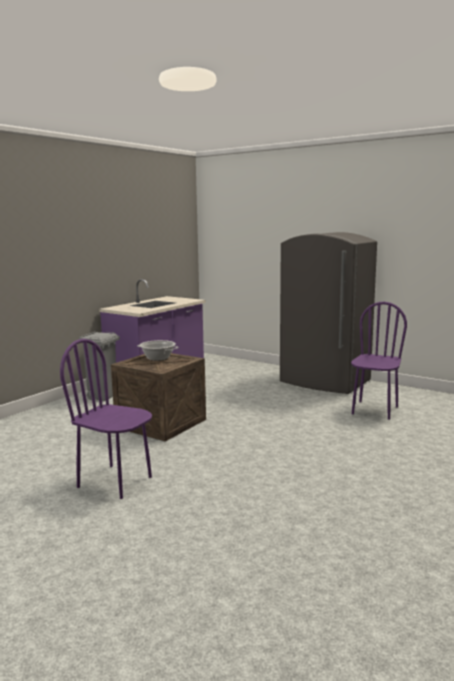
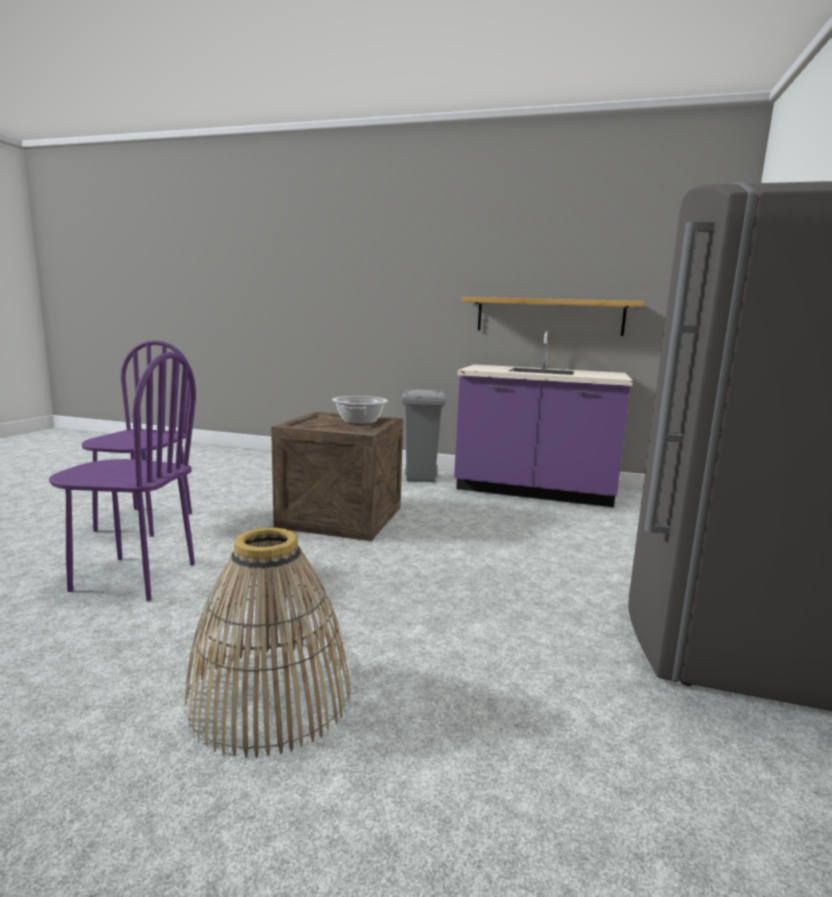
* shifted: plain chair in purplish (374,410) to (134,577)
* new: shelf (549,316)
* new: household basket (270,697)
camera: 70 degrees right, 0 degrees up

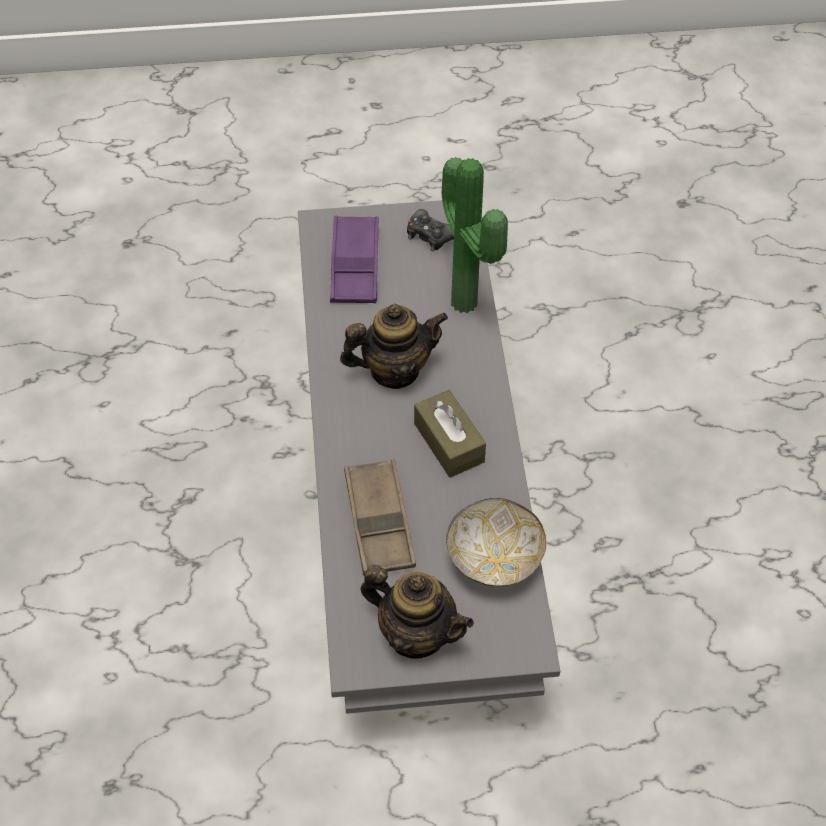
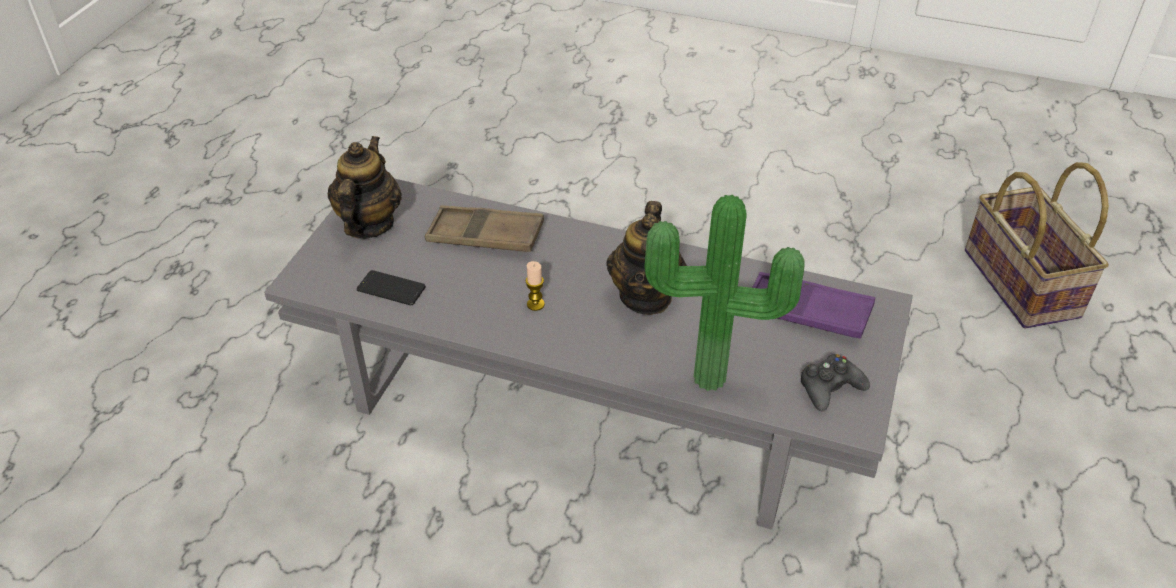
* swapped: box of tissues in brown (449,442) to wax light (535,304)
* swapped: serving bowl (493,562) to phone (391,288)
* rotated: pot for tea (416,633) = (368,224) 135 degrees clockwise
* new: household basket (1018,283)
camera: 115 degrees right, 10 degrees down

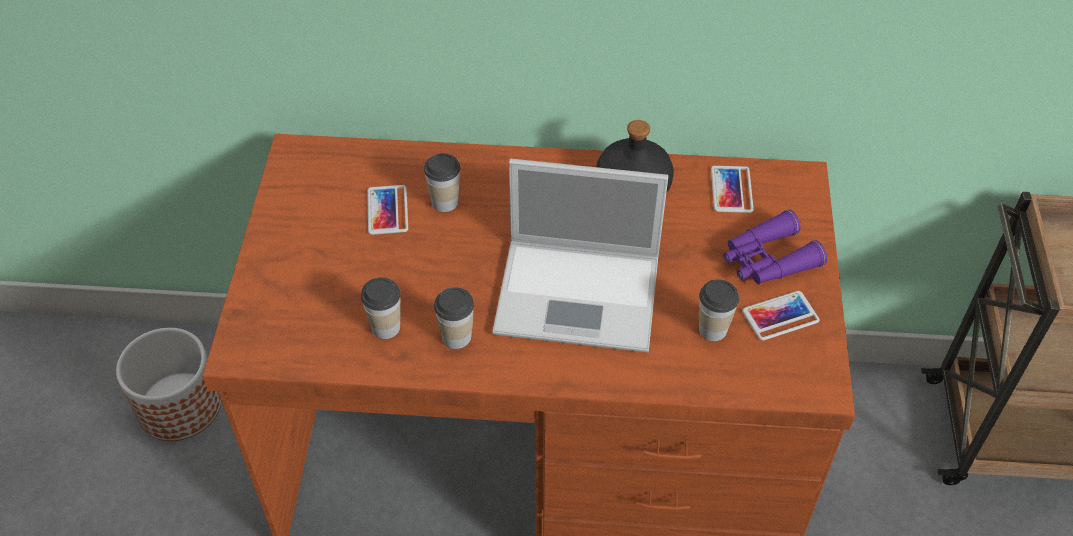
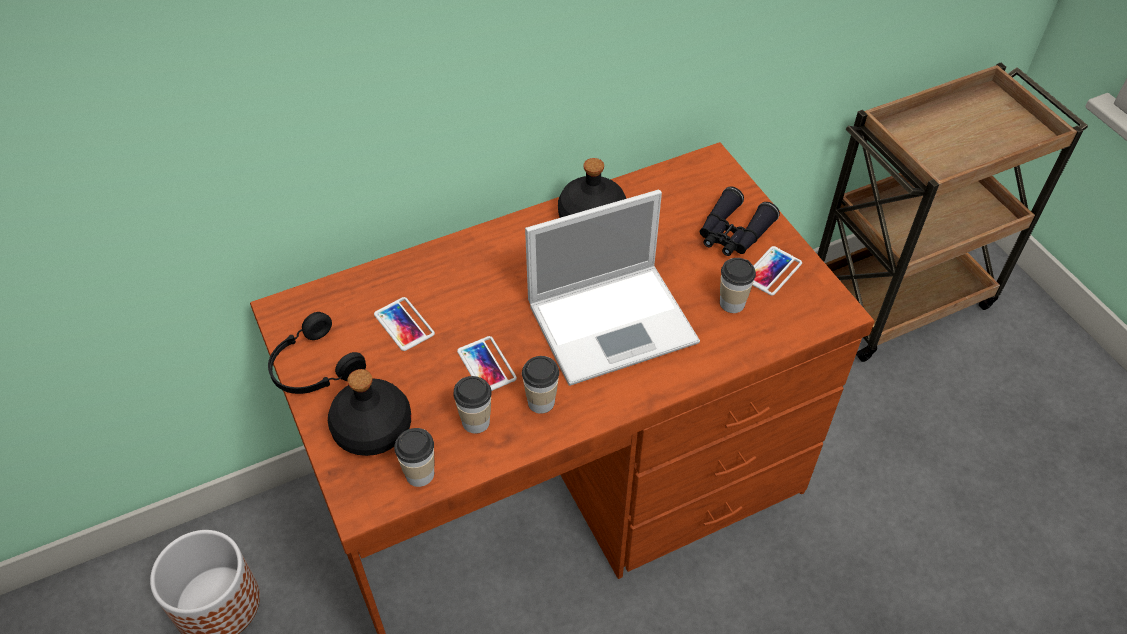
* shifted: cup (445,202) to (420,474)
* shifted: phone (731,189) to (486,365)
* repainted: pair of binoculars in purplish (767,260) to pair of binoculars in blackish (733,233)
* new: pair of headphones in blackish (313,368)
* new: bottle in blackish (371,429)
camera: 30 degrees left, 0 degrees up

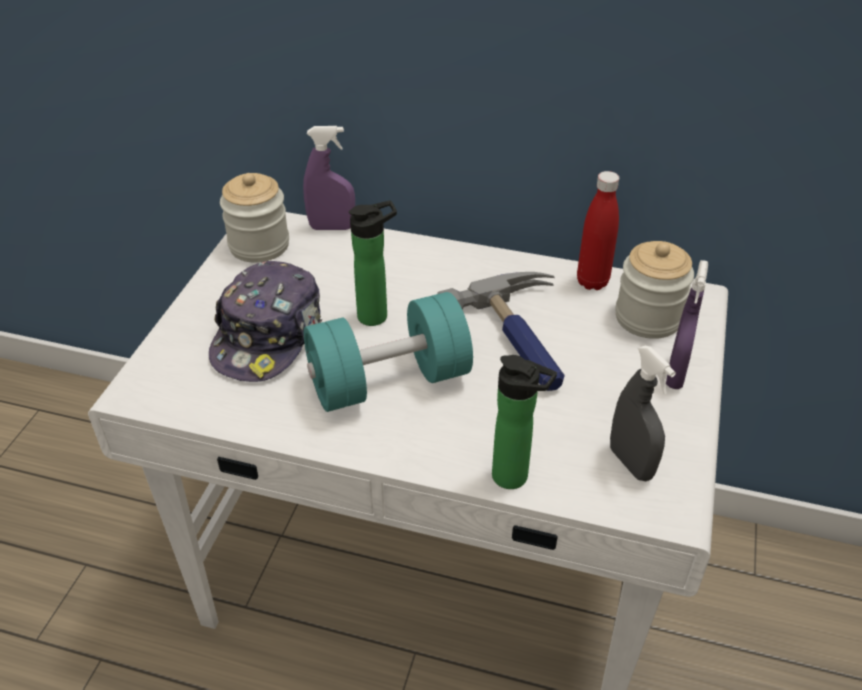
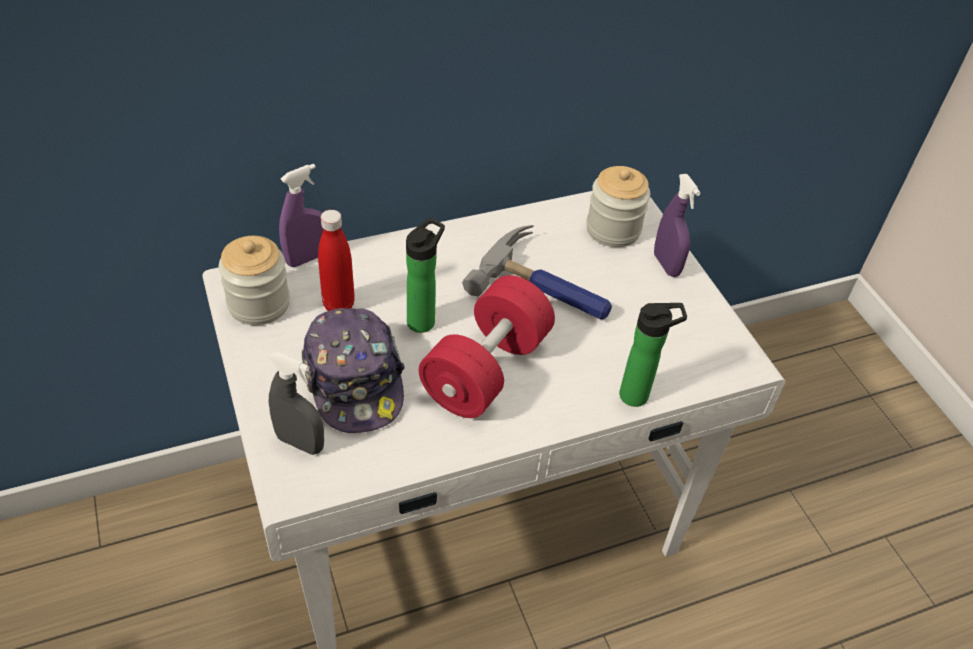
* shifted: bottle in red (592,282) to (338,305)
* repainted: free weight in turquoise-coloured (389,381) to free weight in red (486,369)
* shifted: sprayer in gray (631,463) to (300,443)
camera: 40 degrees left, 5 degrees up

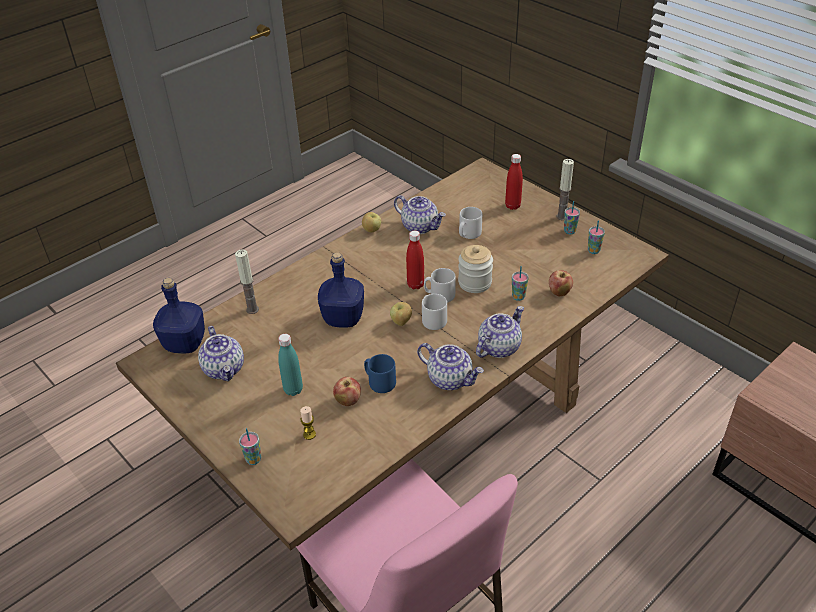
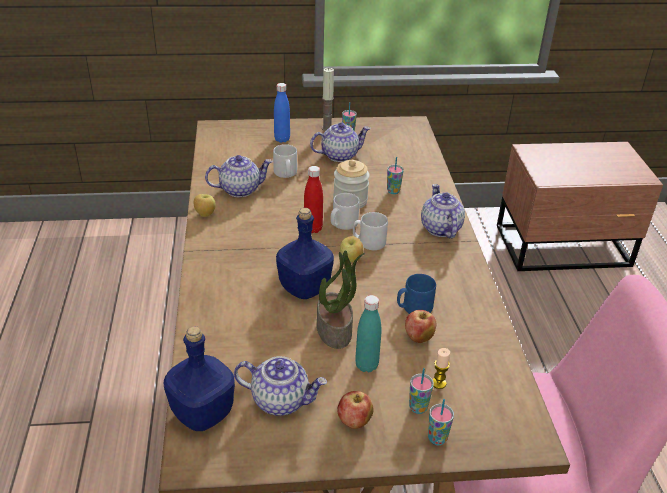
* repainted: bottle in red (512,206) to bottle in blue (282,139)
* shifted: cup (593,251) to (418,407)
* gone: wax light (252,309)
* shifted: apple fruit (559,292) to (354,422)
* shifted: pot for tea (450,379) to (339,155)
* new: plant in a pot (335,330)
camera: 55 degrees left, 5 degrees down

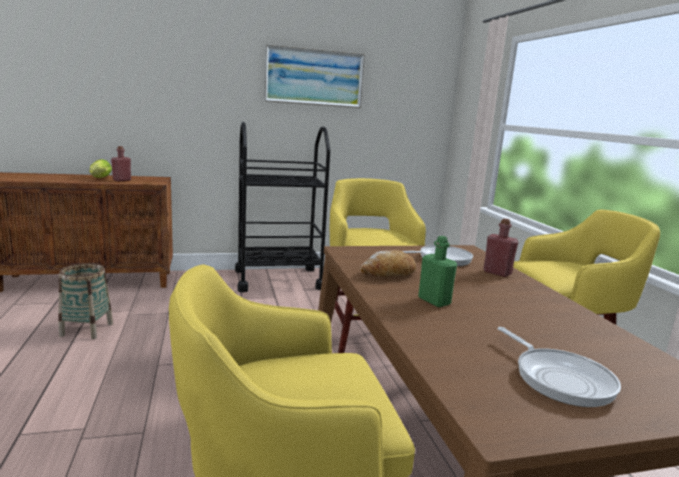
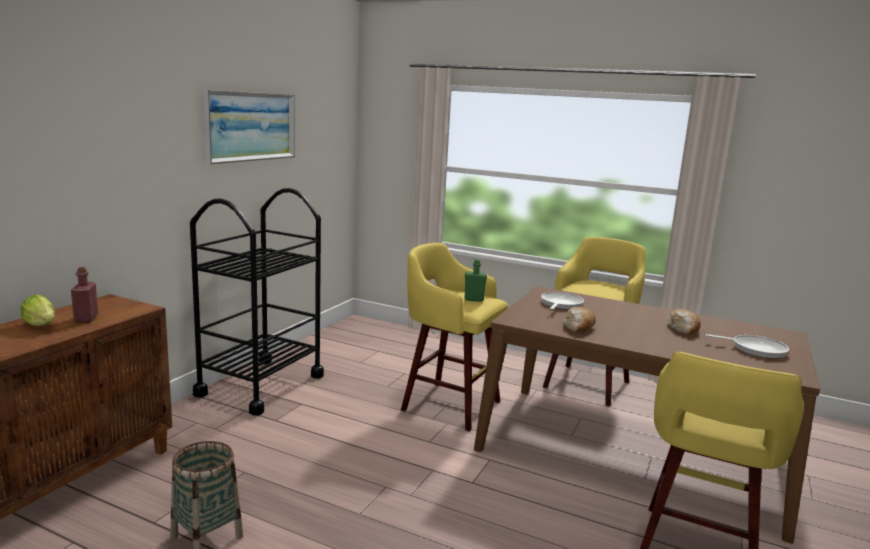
* gone: bottle in red (497,273)
* shifted: bottle in green-coloured (434,301) to (474,299)
* new: baked bread (683,329)
camera: 50 degrees left, 0 degrees up

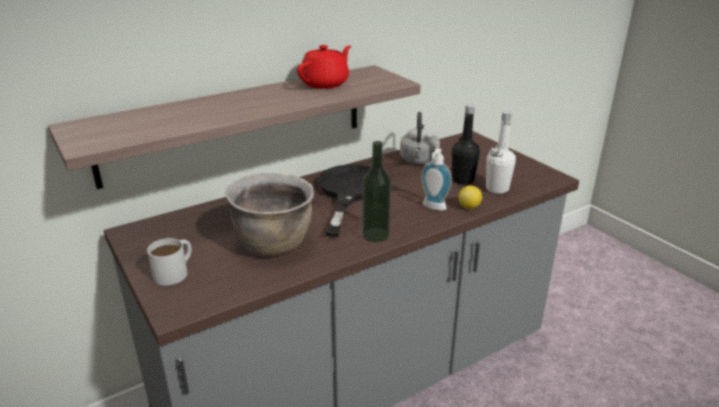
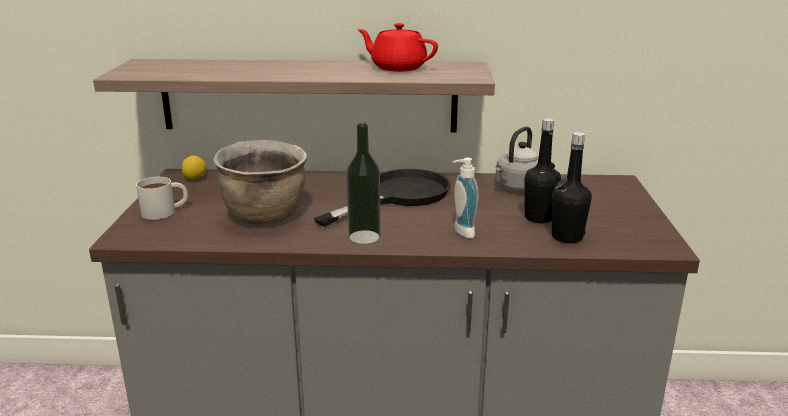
* rotated: pot for tea in red (325,83) = (397,67) 135 degrees counterclockwise
* repainted: bottle in white-coloured (497,189) to bottle in blackish (567,237)
* shifted: lemon (469,207) to (195,179)
camera: 35 degrees right, 5 degrees down

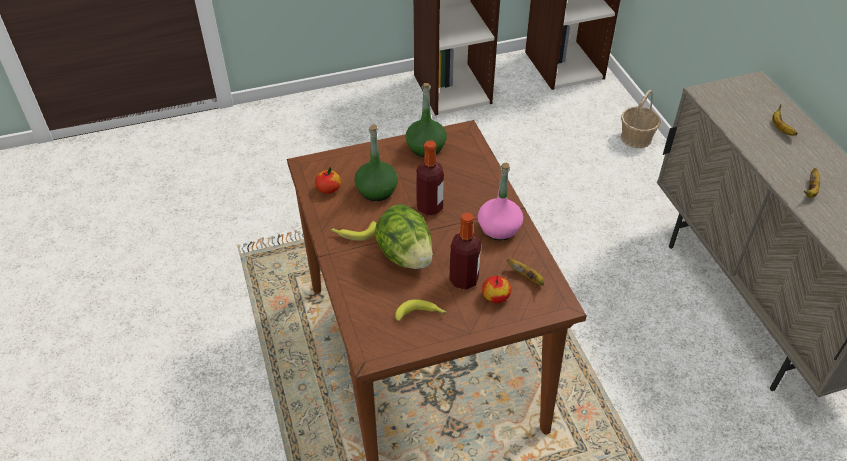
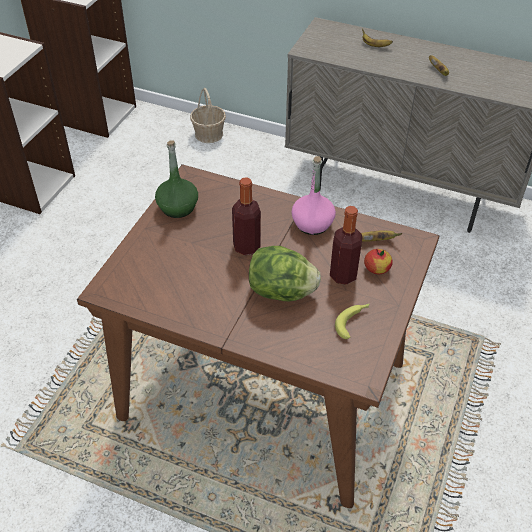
* gone: bottle in green-coloured (376,190)
* gone: apple fruit (328,188)
* gone: banana (354,233)
camera: 50 degrees left, 0 degrees up

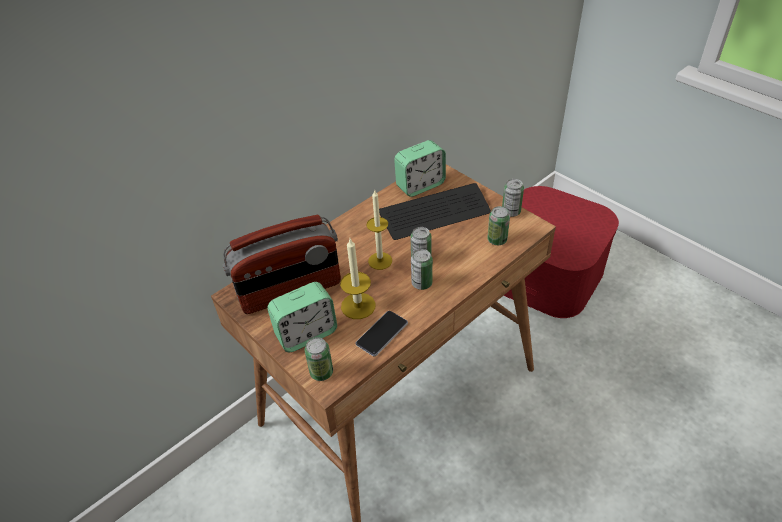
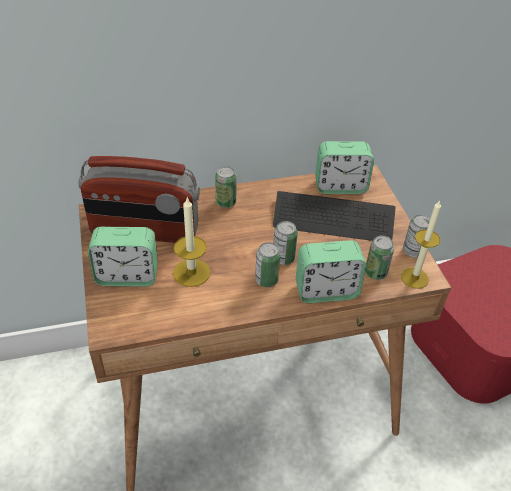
* shifted: wax light (380,261) to (414,278)
* gone: phone (382,334)
* shifted: can (321,372) to (225,202)
* new: bedside clock (326,290)
camera: 25 degrees right, 0 degrees up

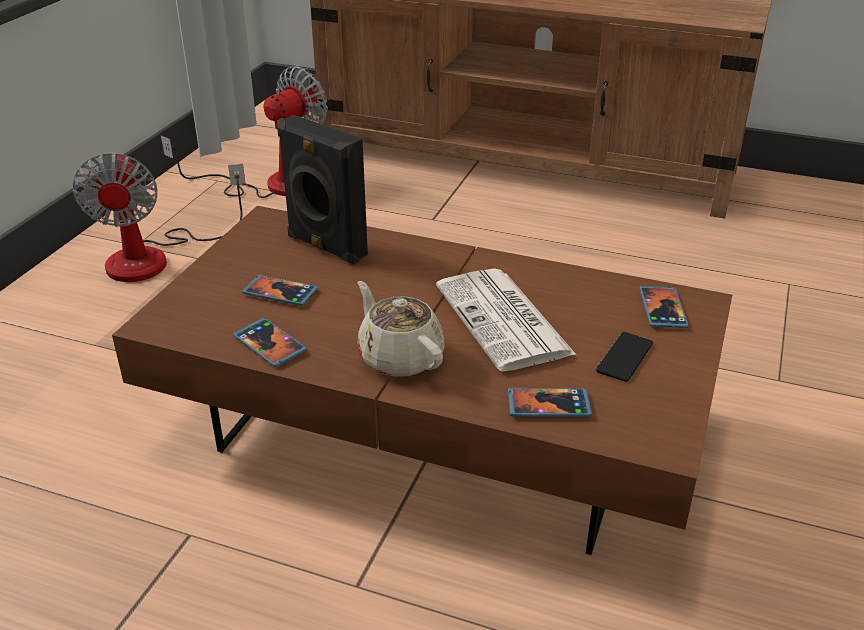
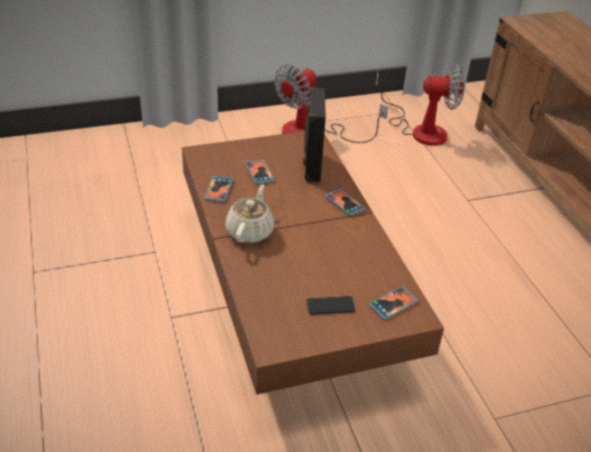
* gone: daily paper (505,321)
* shifted: phone (548,405) to (344,203)
camera: 50 degrees right, 5 degrees up

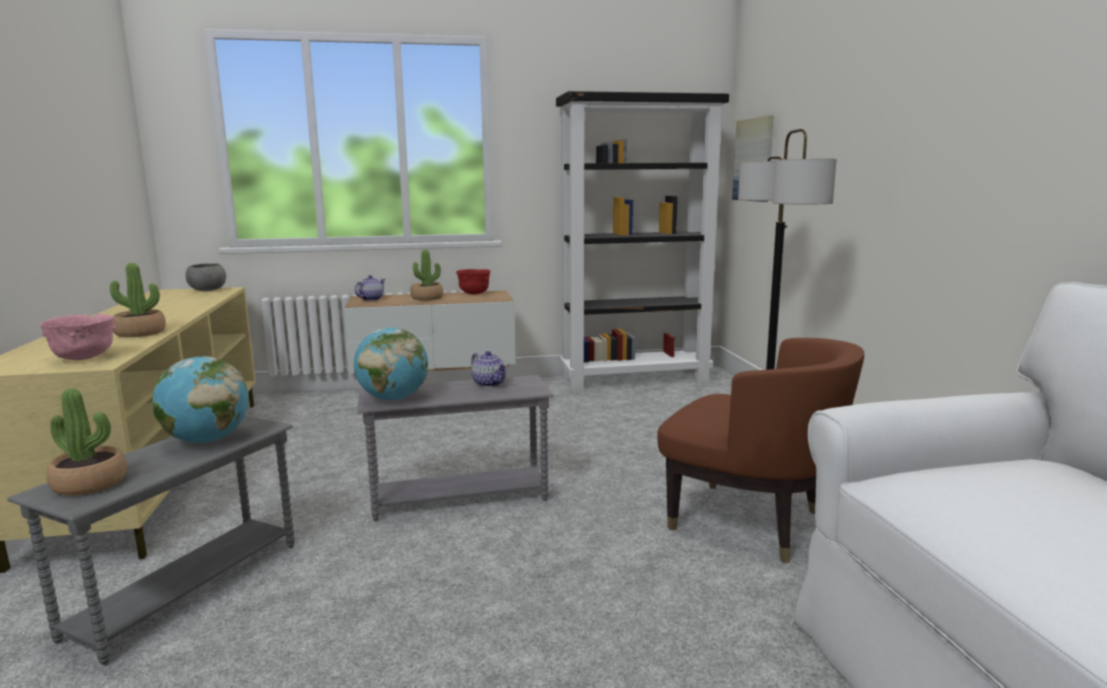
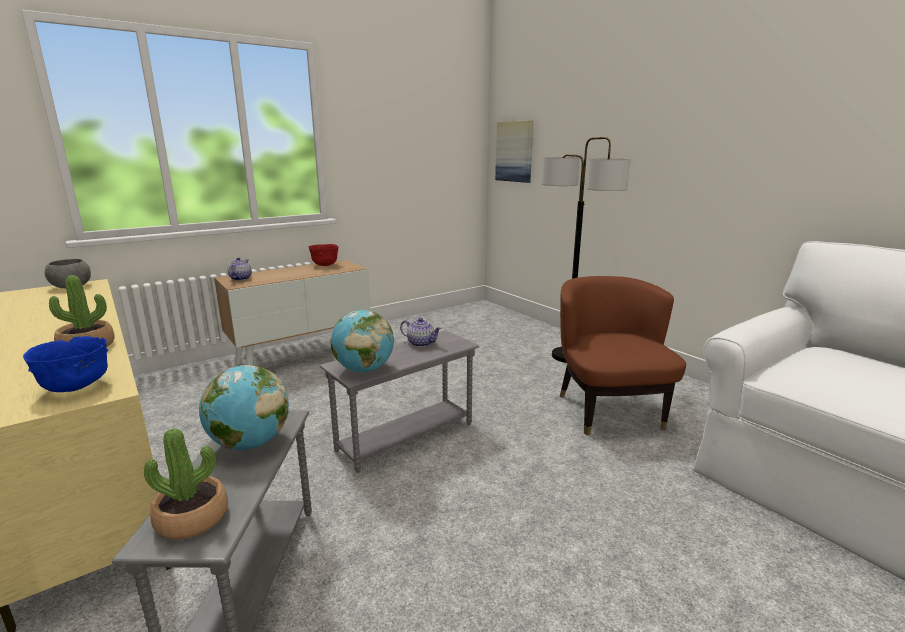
* gone: bookshelf in blackish (635,380)
* gone: plant in a pot (427,298)
* repainted: serving bowl in pink (84,358) to serving bowl in blue (76,387)
* rotated: armchair in brown (749,521) = (607,410) 105 degrees counterclockwise
camera: 25 degrees left, 5 degrees up

